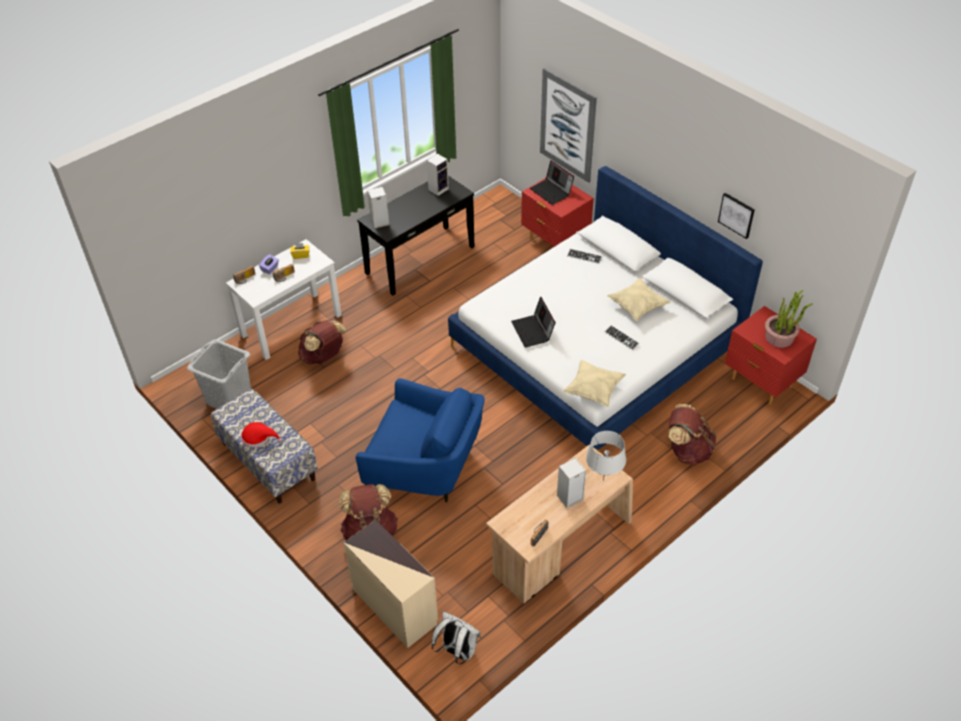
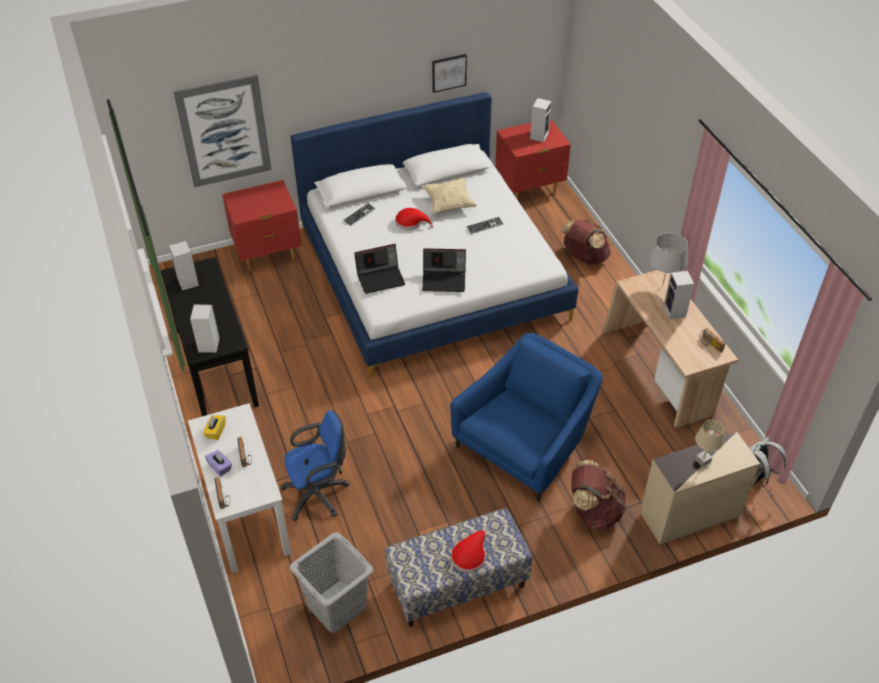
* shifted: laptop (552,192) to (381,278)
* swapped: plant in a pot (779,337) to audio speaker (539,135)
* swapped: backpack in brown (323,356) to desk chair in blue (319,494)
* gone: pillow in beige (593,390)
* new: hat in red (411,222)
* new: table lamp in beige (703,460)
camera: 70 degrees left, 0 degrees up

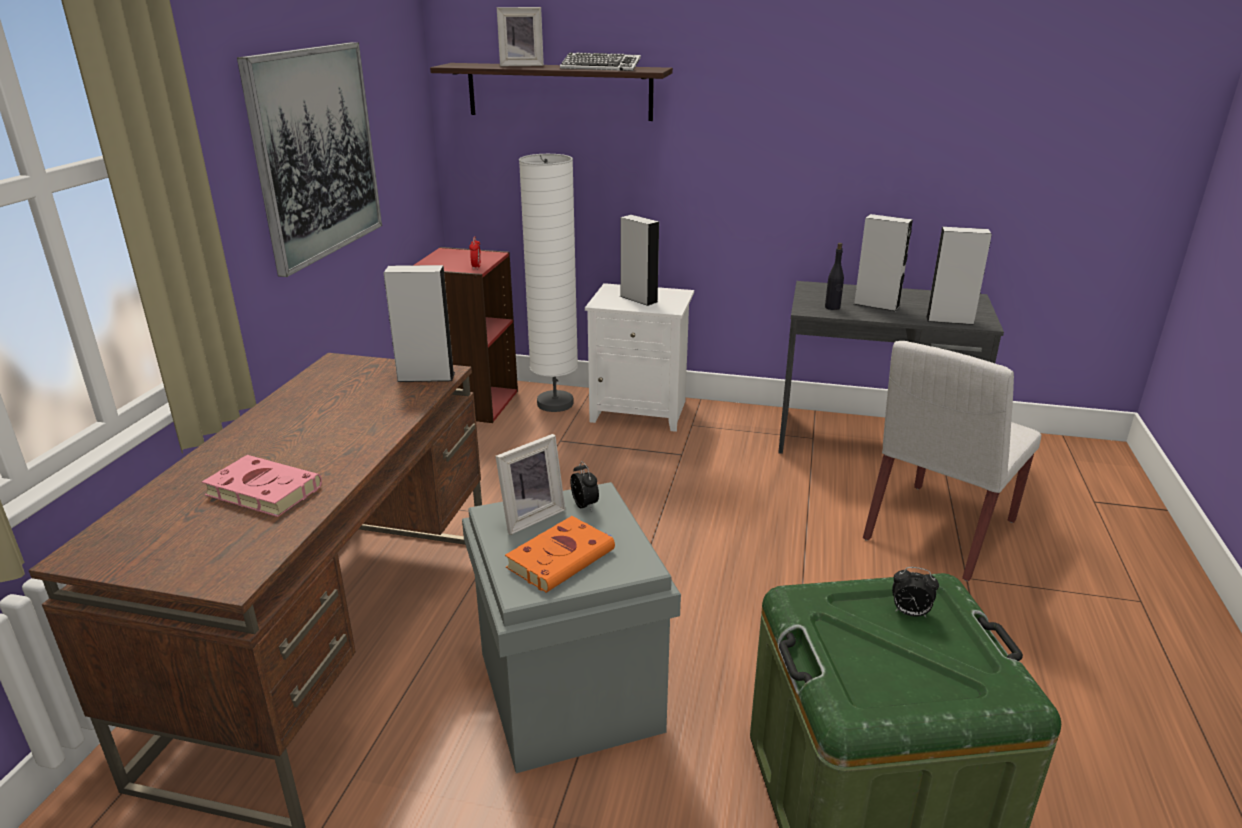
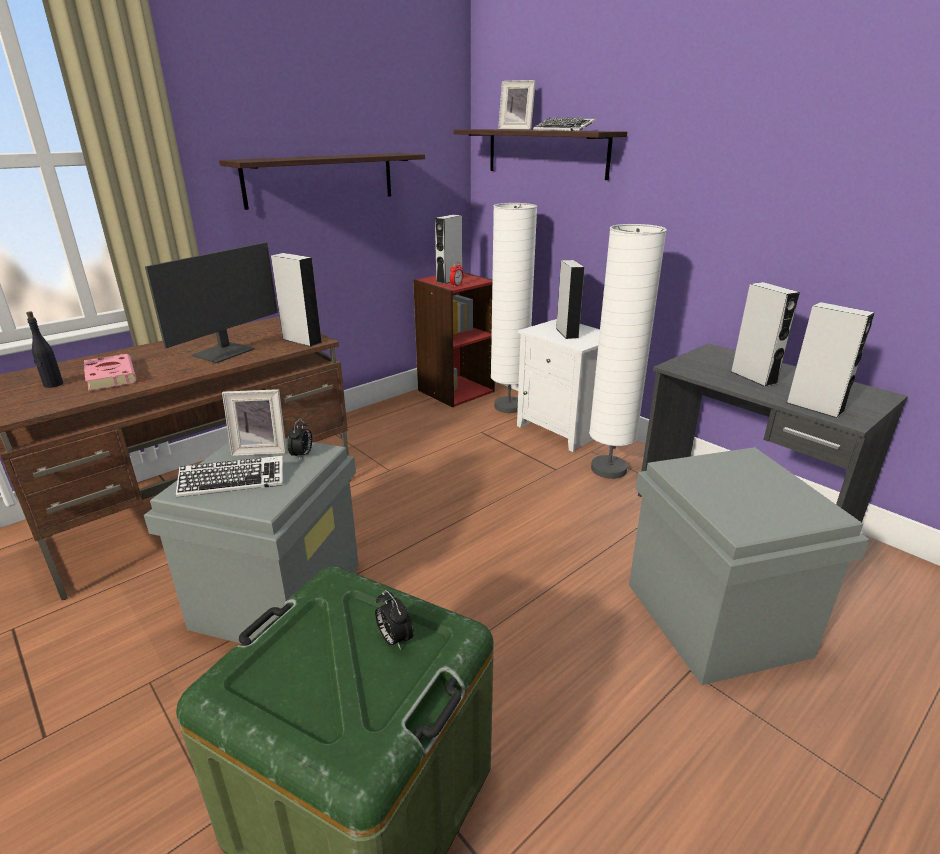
* swapped: wall art (315,153) to shelf (321,179)
* shifted: bottle in blackish (832,307) to (53,384)
* swapped: plain chair in white-coloured (939,531) to storage bin in gray (713,617)
* swapped: volume in orange-coloured (562,558) to computer keyboard (232,482)
* new: audio speaker in gray (449,280)
* new: floor lamp in white-coloured (609,469)
* new: monitor (225,352)
camera: 35 degrees right, 0 degrees up

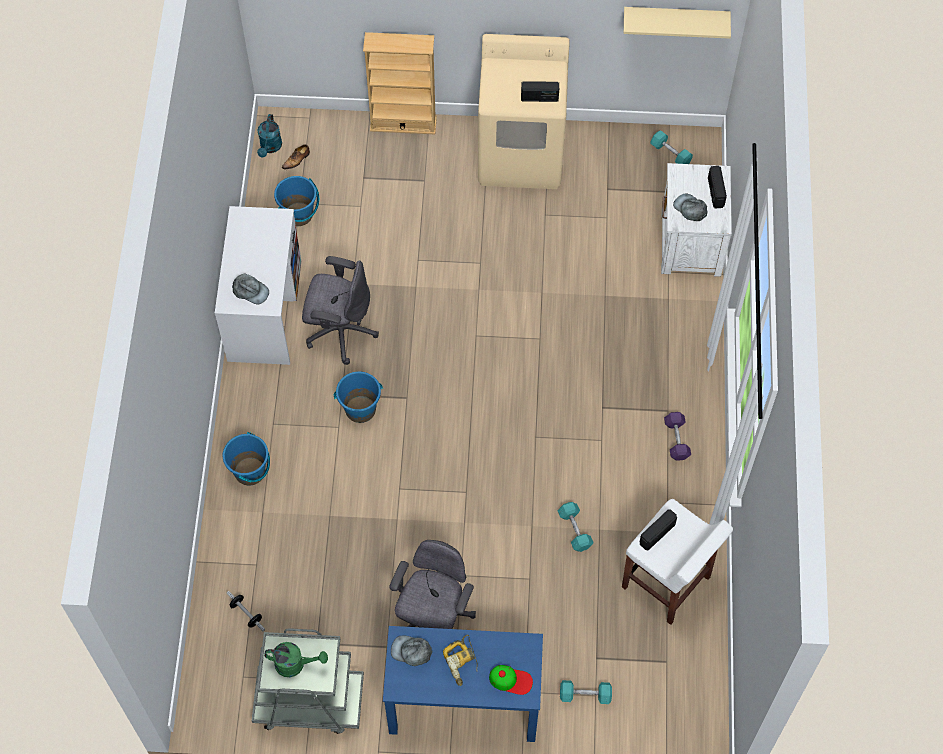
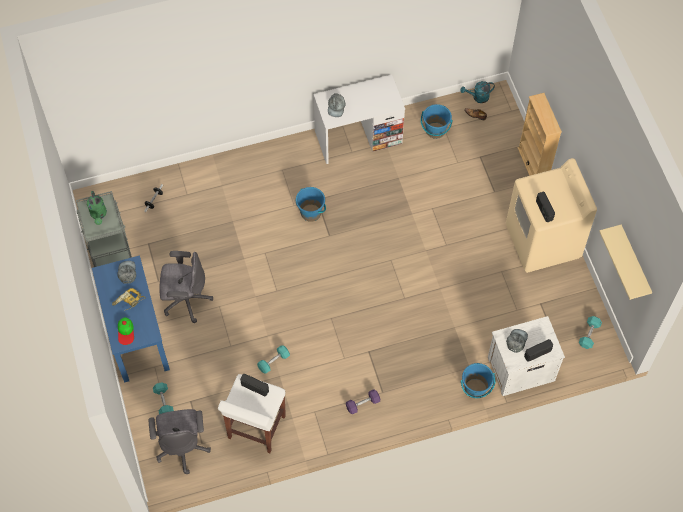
* shifted: desk chair in gray (340,331) to (183,447)
* shifted: bucket in blue (250,471) to (475,389)
camera: 70 degrees right, 0 degrees up

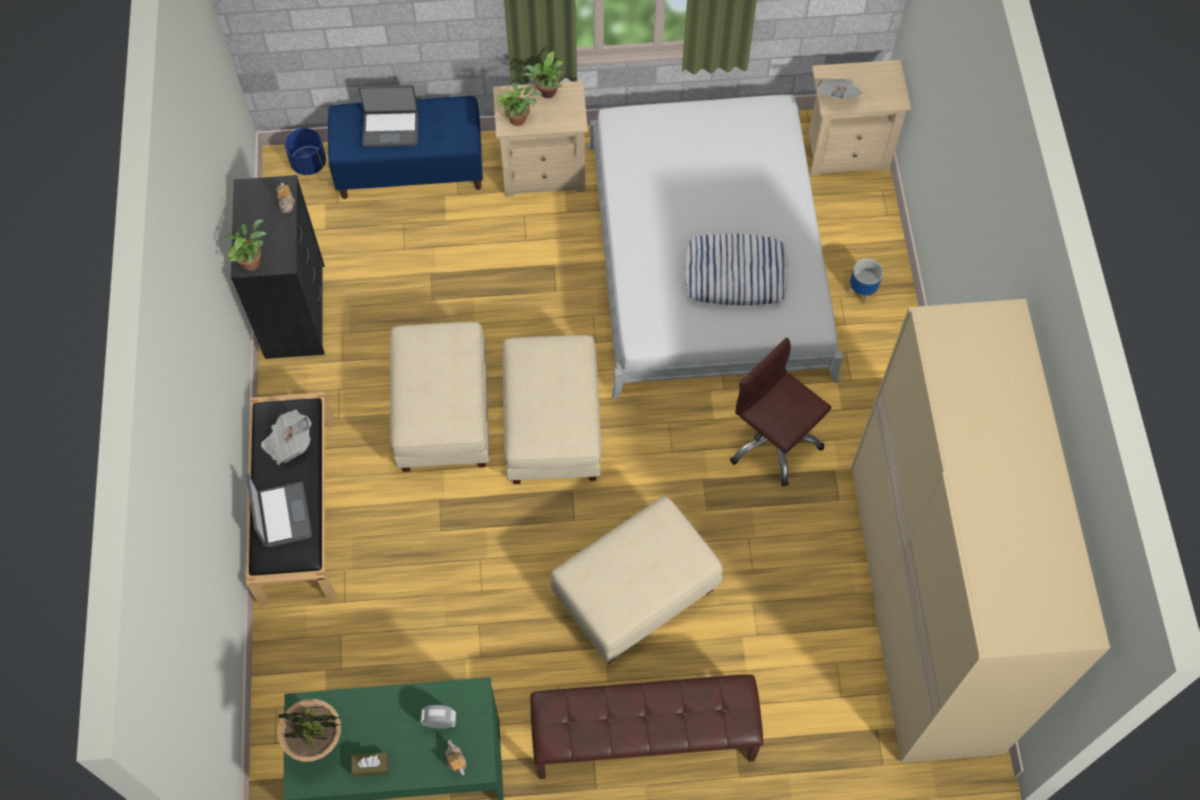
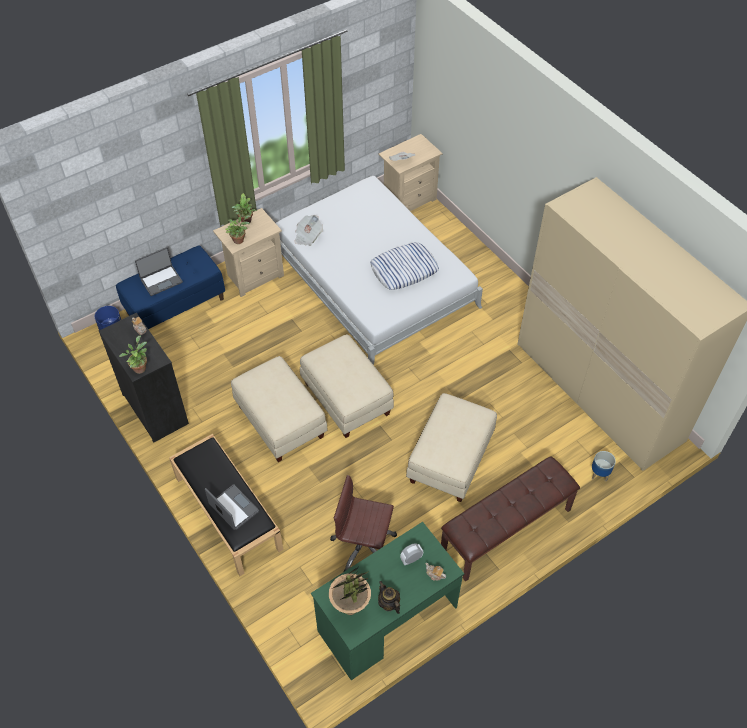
* shifted: plant pot (861,292) to (599,474)
* shifted: desk chair in brown (773,442) to (363,546)
* shifted: daily paper (289,443) to (307,236)
* swapped: box of tissues in brown (371,766) to pot for tea (388,603)
camera: 30 degrees left, 10 degrees down

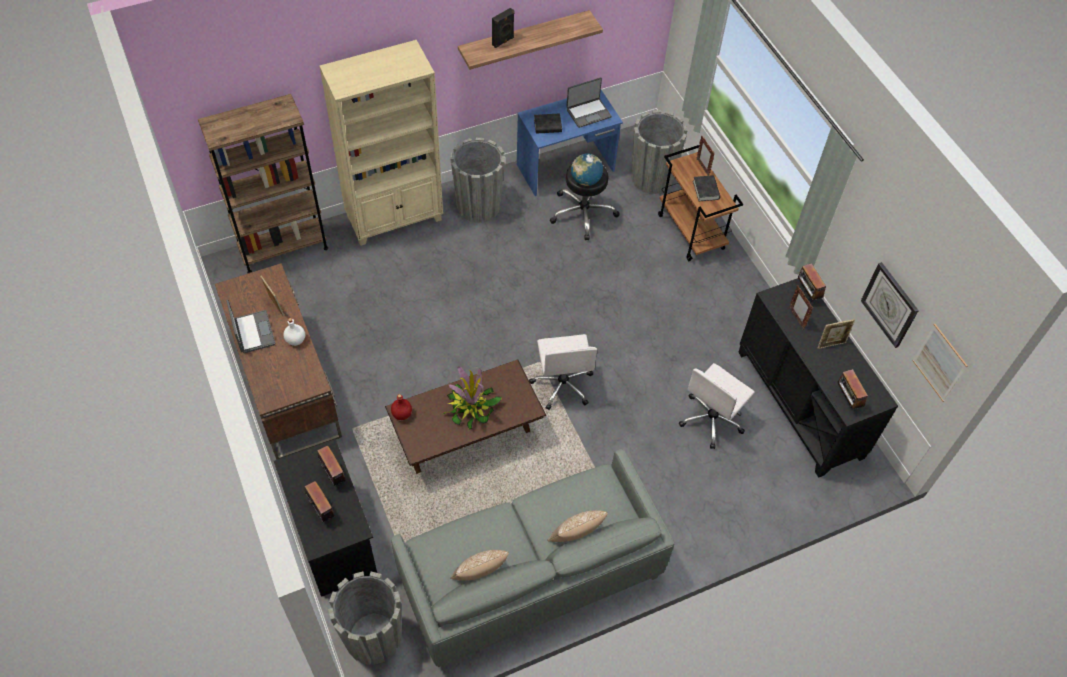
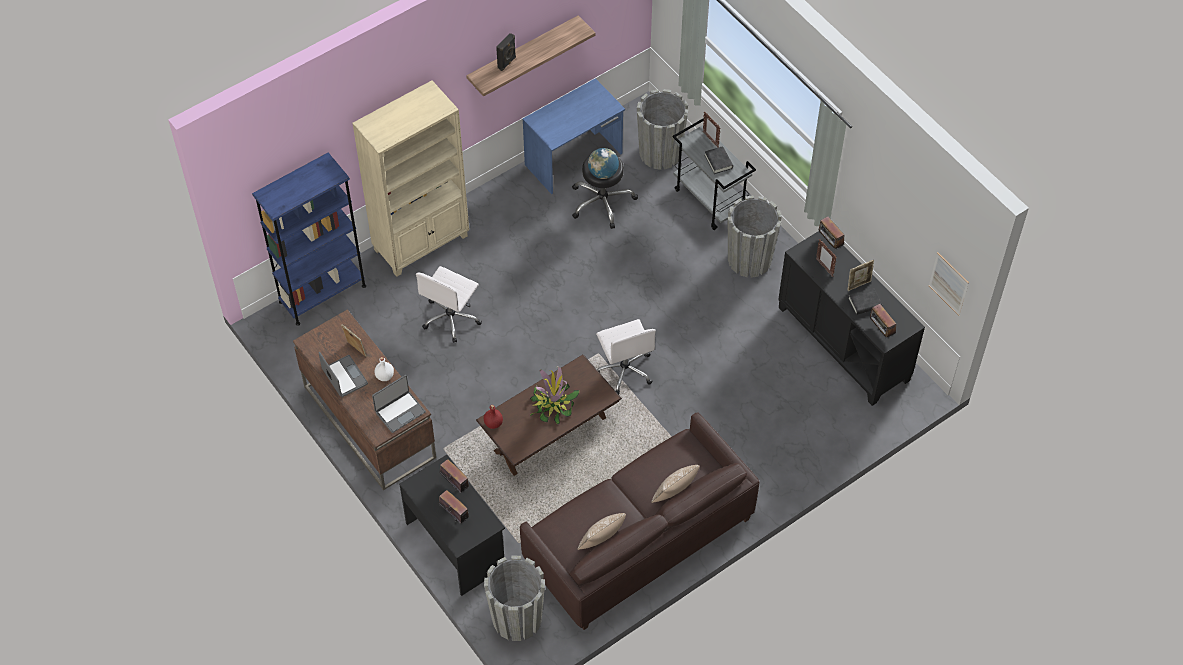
* shifted: laptop (588,113) to (400,411)
* repainted: bookshelf in brown (283,248) to bookshelf in blue (322,294)
* shifted: volume in blackish (547,126) to (864,303)
* shifted: plant pot in gray (478,206) to (749,259)
* repainted: wheeled cart in brown (691,232) to wheeled cart in gray (710,201)
* gone: hanging clock (890,304)
* shifted: desk chair in white-coloured (711,420) to (451,318)
* repainted: couch in gray (529,574) to couch in brown (638,539)
camera: 10 degrees left, 0 degrees up

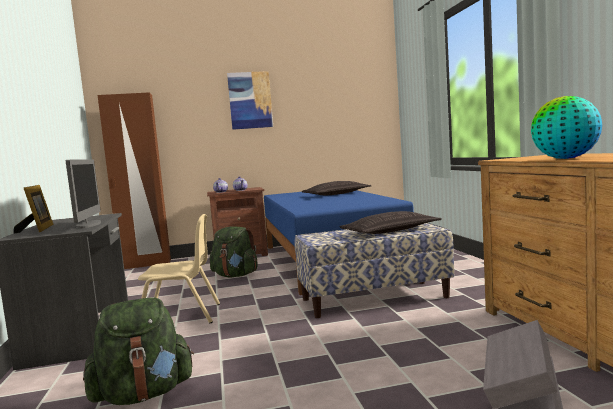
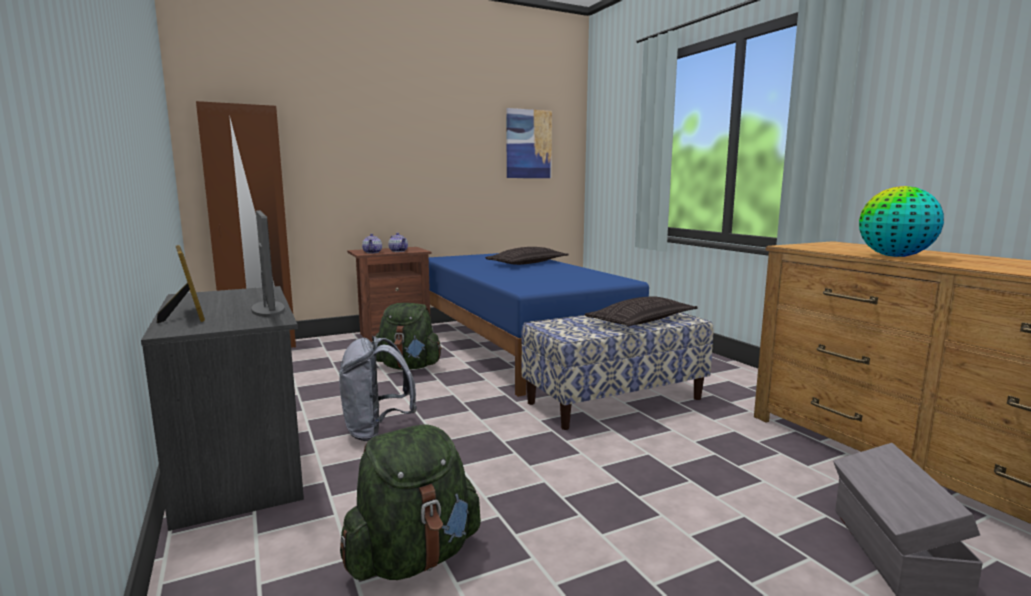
* shifted: wall art (250,100) to (528,144)
* swapped: plain chair in beige (180,316) to backpack in gray (376,431)
camera: 15 degrees left, 5 degrees up

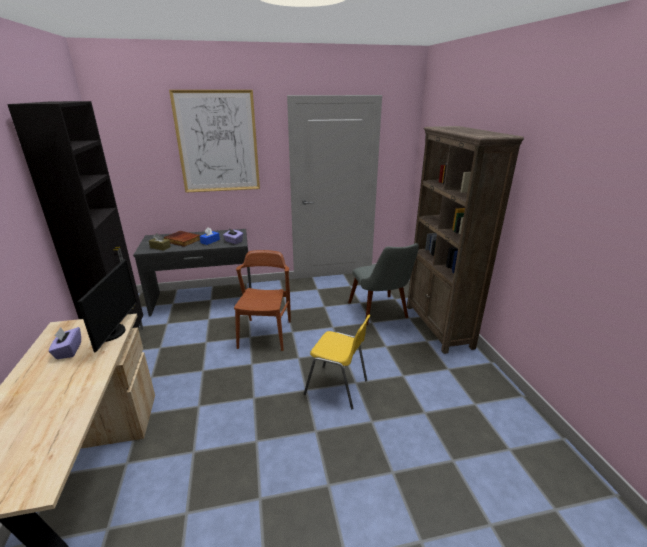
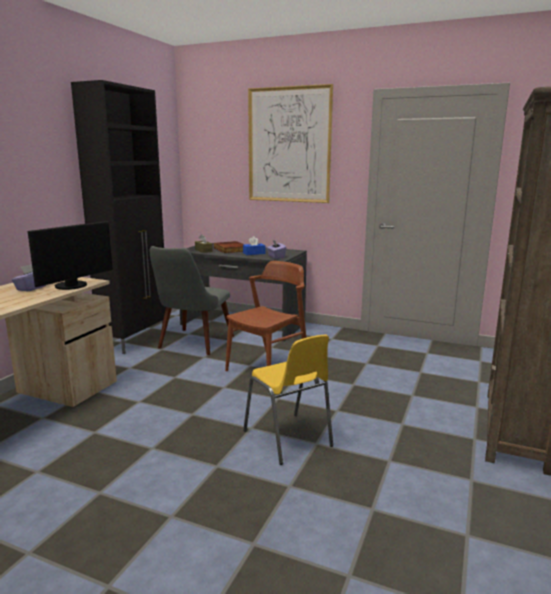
* shifted: plain chair in gray (381,313) to (191,345)
camera: 35 degrees right, 10 degrees down

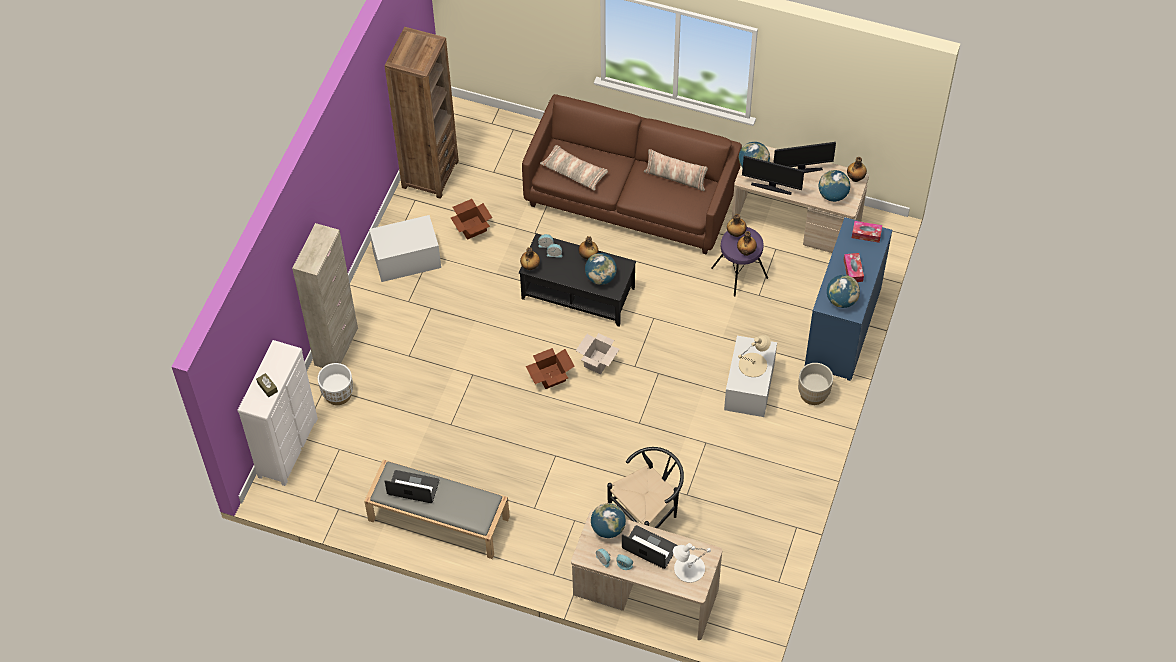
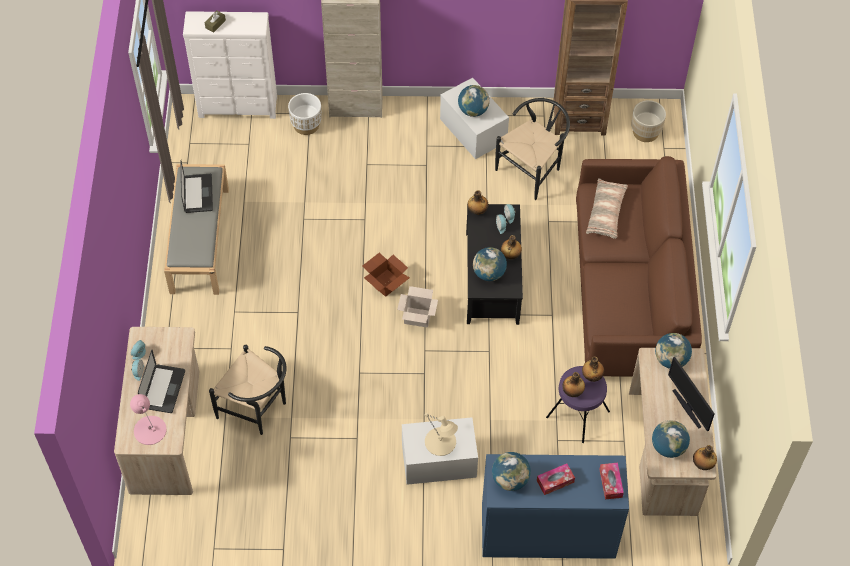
* gone: pillow (675,178)
* gone: monitor (771,187)
* swapped: carton (472,227) to plain chair in blackish (533,169)
* shifted: plant pot in beige (813,393) to (645,132)
* shifted: globe (608,528) to (473,110)
* repainted: table lamp in white-coloured (688,568) to table lamp in pink (150,429)
camera: 70 degrees right, 0 degrees up

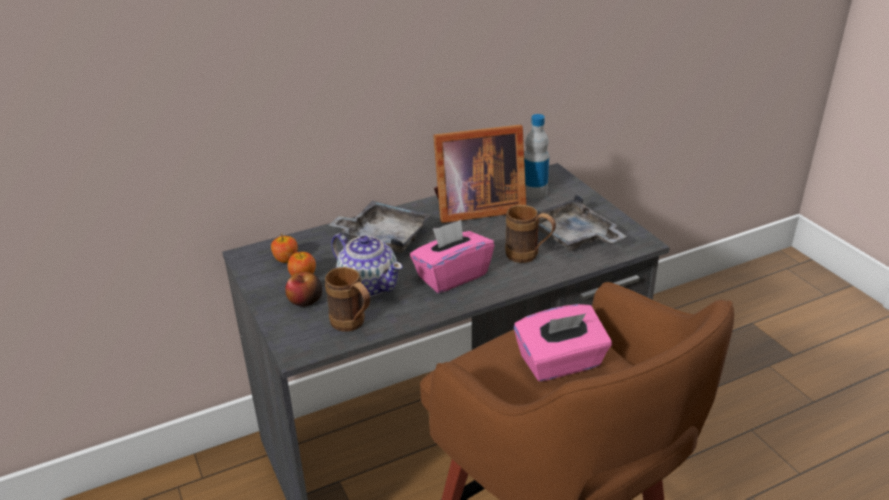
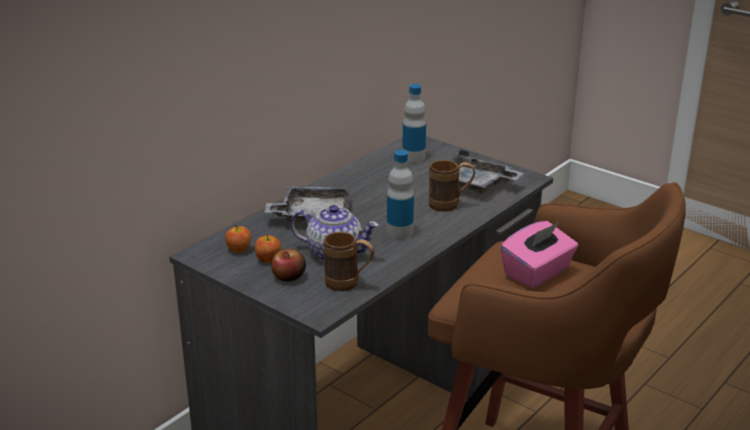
* gone: picture frame (475,208)
* swapped: box of tissues in pink (452,276) to bottle (400,232)
camera: 25 degrees left, 5 degrees down

